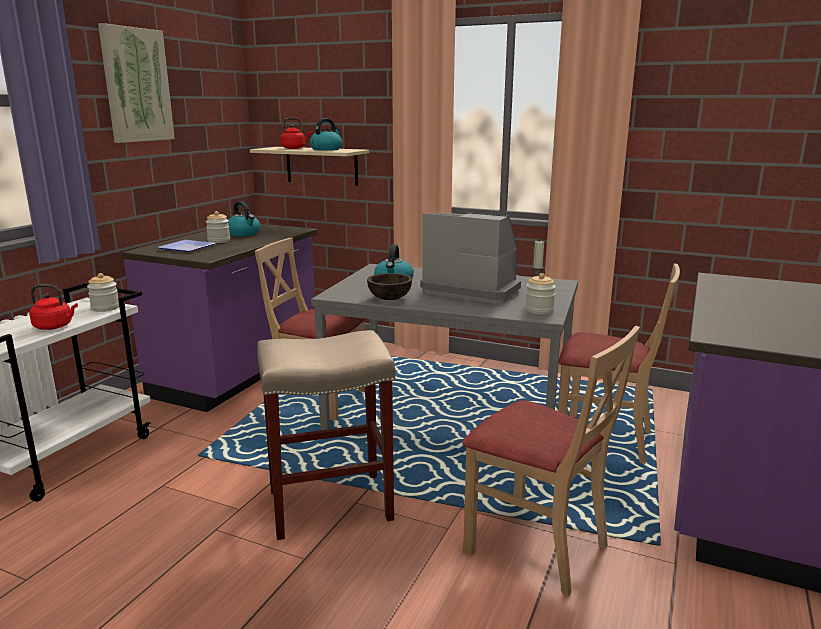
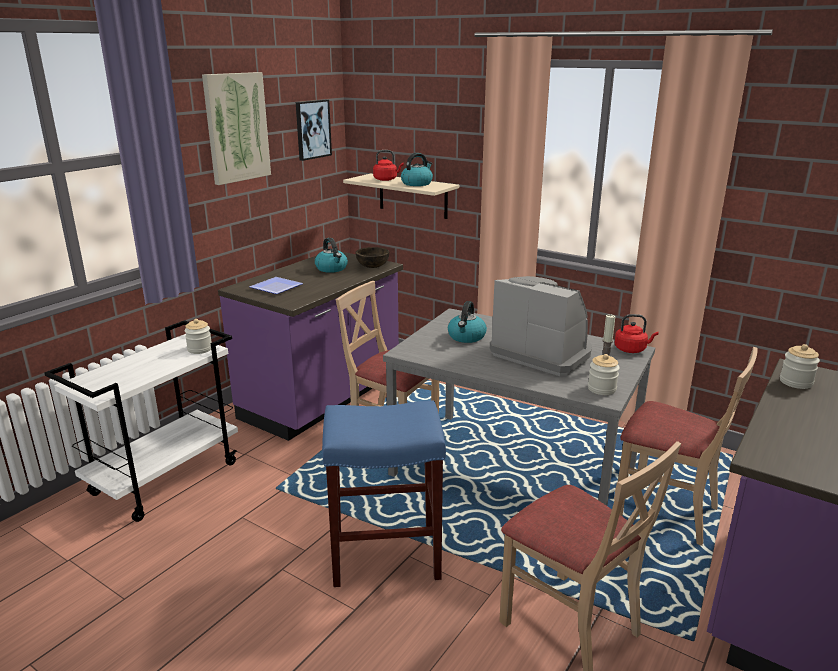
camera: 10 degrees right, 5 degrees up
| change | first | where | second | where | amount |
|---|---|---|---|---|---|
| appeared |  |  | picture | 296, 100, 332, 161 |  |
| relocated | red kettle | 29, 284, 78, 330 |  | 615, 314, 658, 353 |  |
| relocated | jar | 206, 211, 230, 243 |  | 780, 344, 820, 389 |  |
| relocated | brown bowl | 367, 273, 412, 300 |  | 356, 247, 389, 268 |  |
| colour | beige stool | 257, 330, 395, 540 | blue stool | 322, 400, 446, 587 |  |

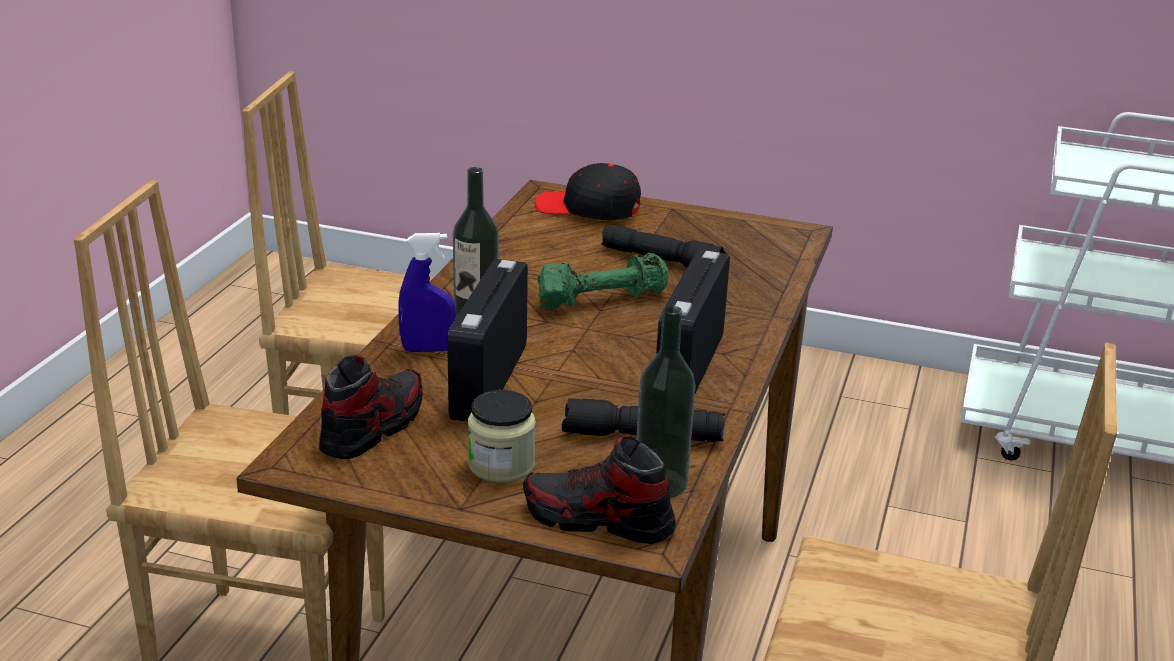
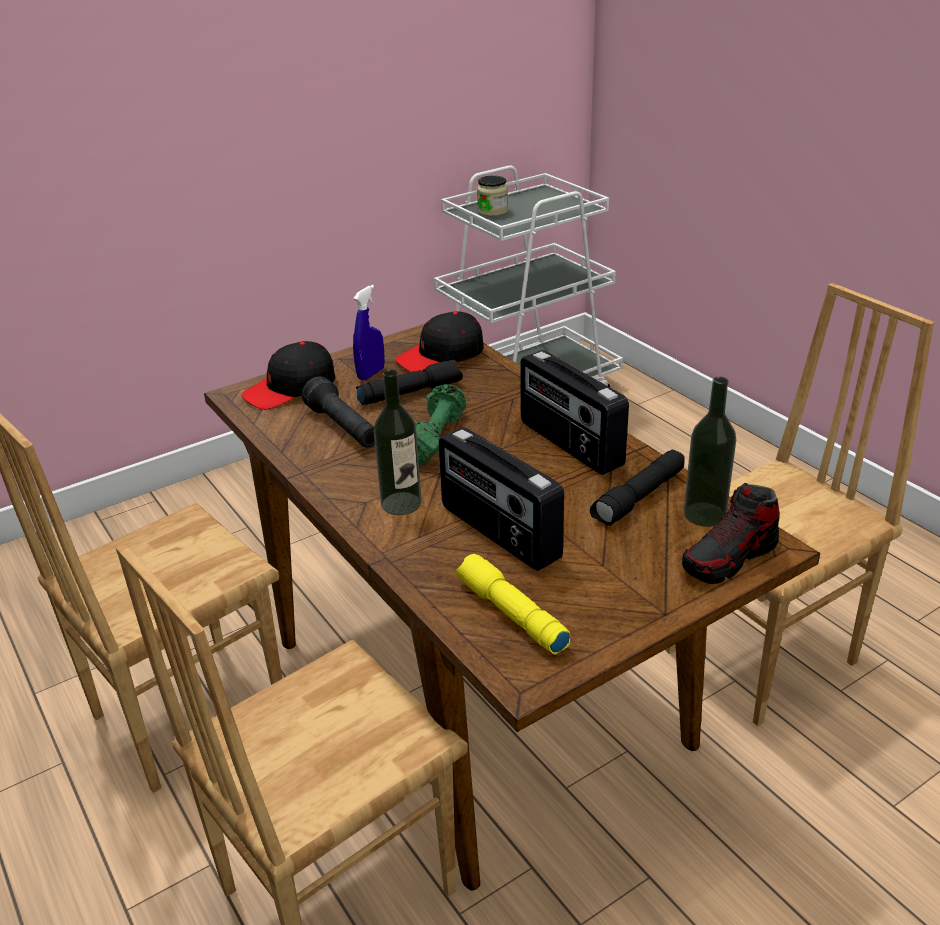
camera: 50 degrees left, 5 degrees up
| change | first | where | second | where | amount |
|---|---|---|---|---|---|
| appeared |  |  | black flashlight | 302, 376, 375, 448 |  |
| appeared |  |  | black cap | 395, 311, 484, 372 |  |
| relocated | blue spray bottle | 398, 233, 456, 352 |  | 353, 285, 385, 380 |  |
| relocated | jar | 468, 390, 536, 483 |  | 477, 176, 508, 216 |  |
| exchanged | shoe | 319, 354, 423, 459 | yellow flashlight | 455, 554, 570, 655 |  |

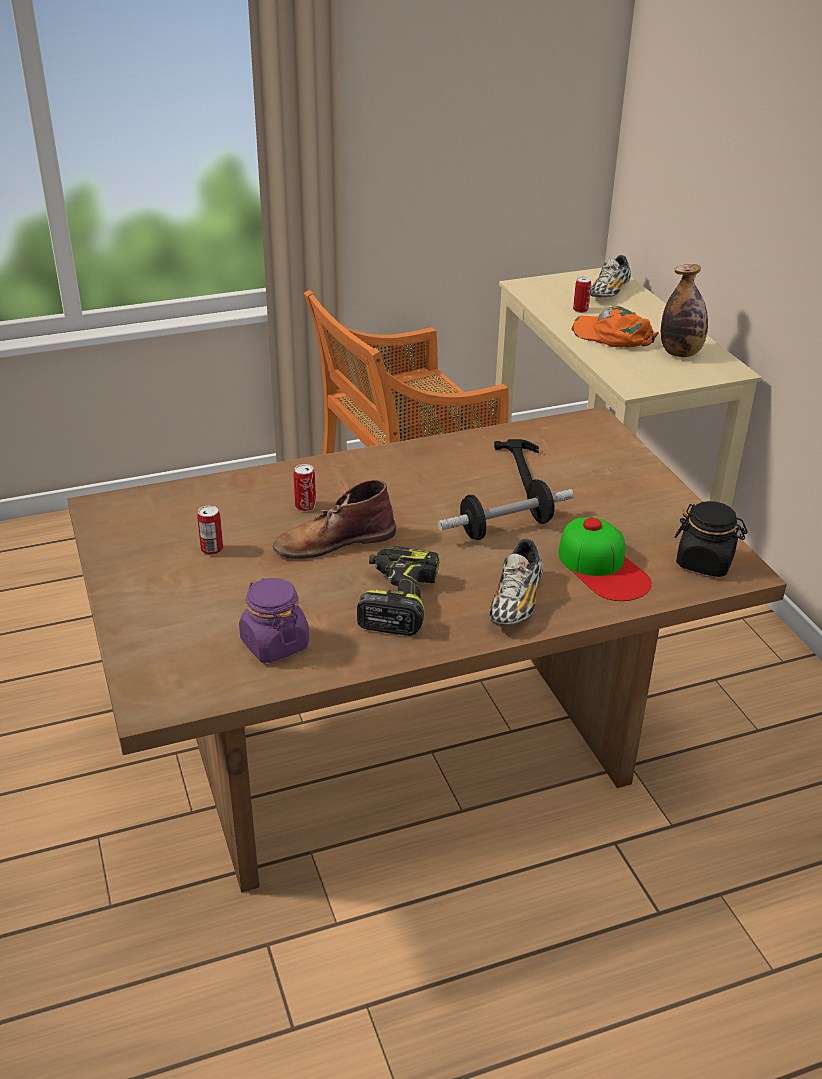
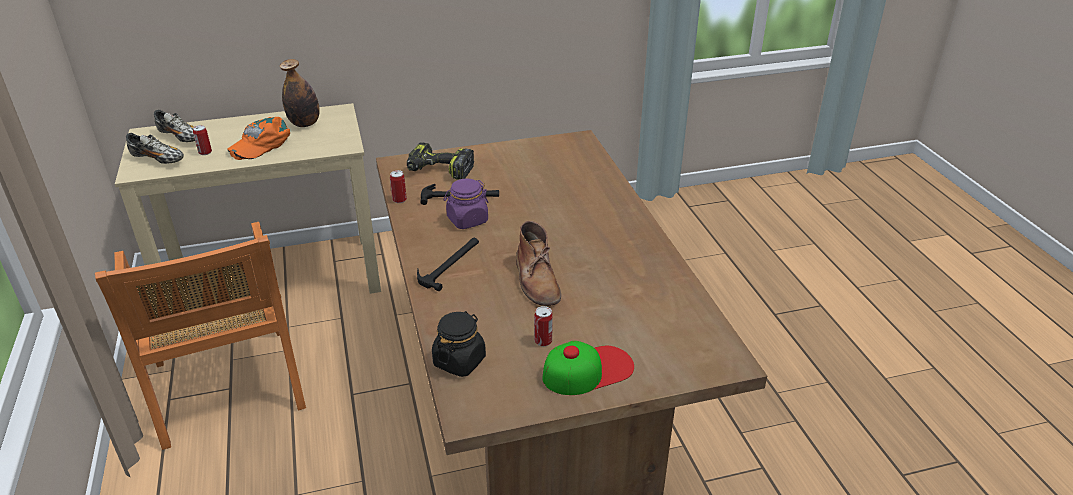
camera: 85 degrees left, 0 degrees up
| change | first | where | second | where | amount |
|---|---|---|---|---|---|
| missing | dumbbell | 438, 479, 574, 540 |  |  |  |
| appeared |  |  | hammer | 417, 238, 479, 291 |  |
| relocated | purple jar | 239, 578, 309, 663 |  | 443, 179, 489, 229 |  |
| relocated | can | 294, 464, 316, 512 |  | 390, 170, 407, 203 |  |
| relocated | power drill | 357, 546, 439, 636 |  | 407, 142, 474, 180 |  |
| relocated | shoe | 489, 539, 543, 626 |  | 126, 133, 184, 164 |  |
| relocated | cap | 558, 517, 652, 601 |  | 543, 341, 634, 395 |  |
| relocated | black jar | 675, 501, 748, 577 |  | 432, 311, 486, 377 |  |

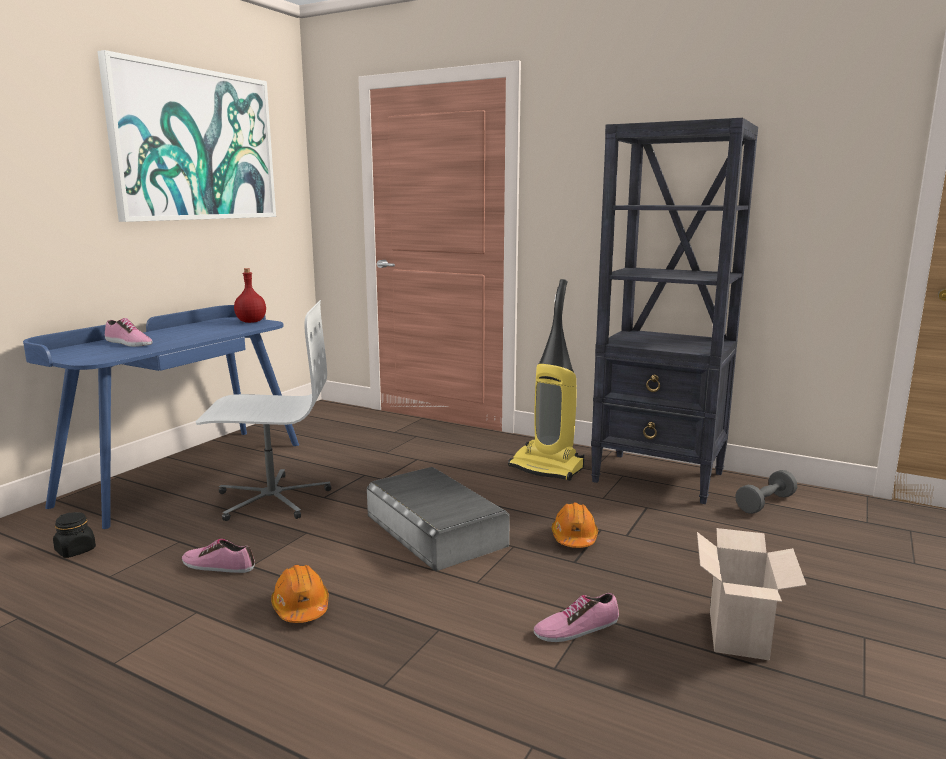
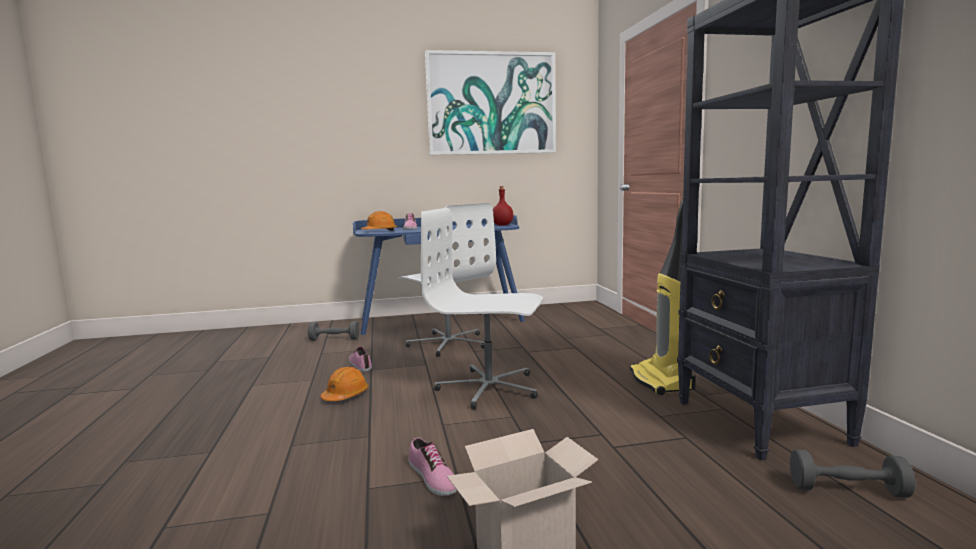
camera: 50 degrees right, 5 degrees down
| change | first | where | second | where | amount |
|---|---|---|---|---|---|
| relocated | orange hard hat | 552, 502, 598, 548 |  | 361, 211, 397, 231 |  |
| exchanged | black jar | 53, 512, 96, 558 | grey dumbbell | 308, 321, 359, 341 |  |
| exchanged | grey storage box | 367, 467, 510, 571 | white office chair | 421, 208, 543, 409 |  |
| spun | shoe | 534, 593, 619, 642 |  | 408, 438, 457, 496 | 150 degrees counterclockwise |

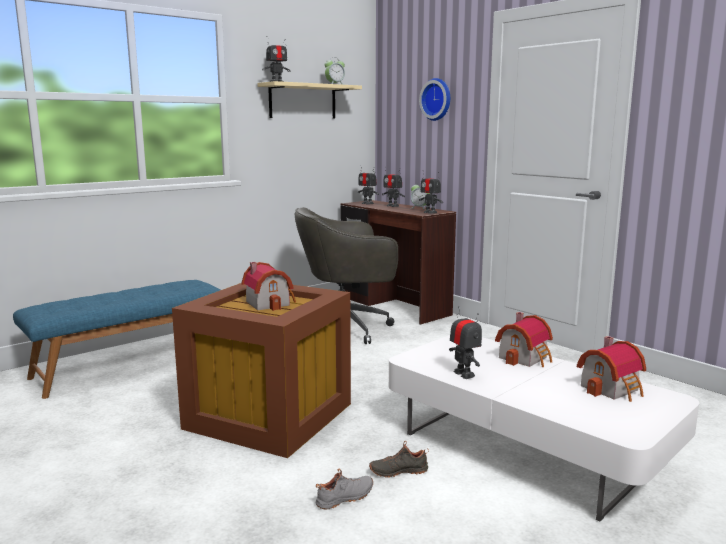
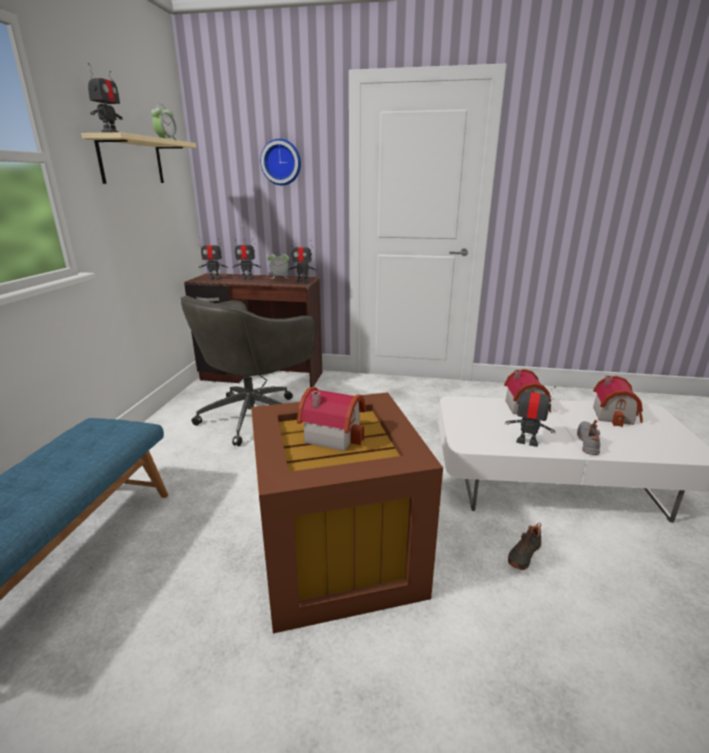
camera: 40 degrees left, 10 degrees up
| change | first | where | second | where | amount |
|---|---|---|---|---|---|
| relocated | grey shoe | 316, 469, 373, 509 |  | 577, 420, 600, 455 |  |

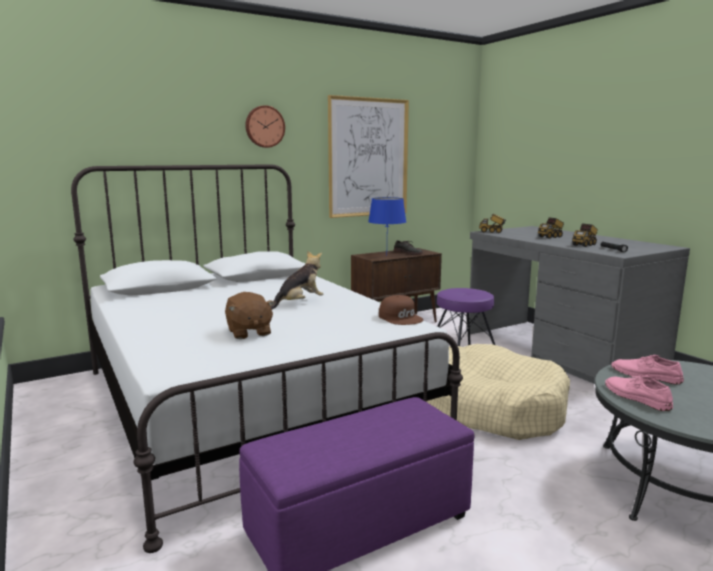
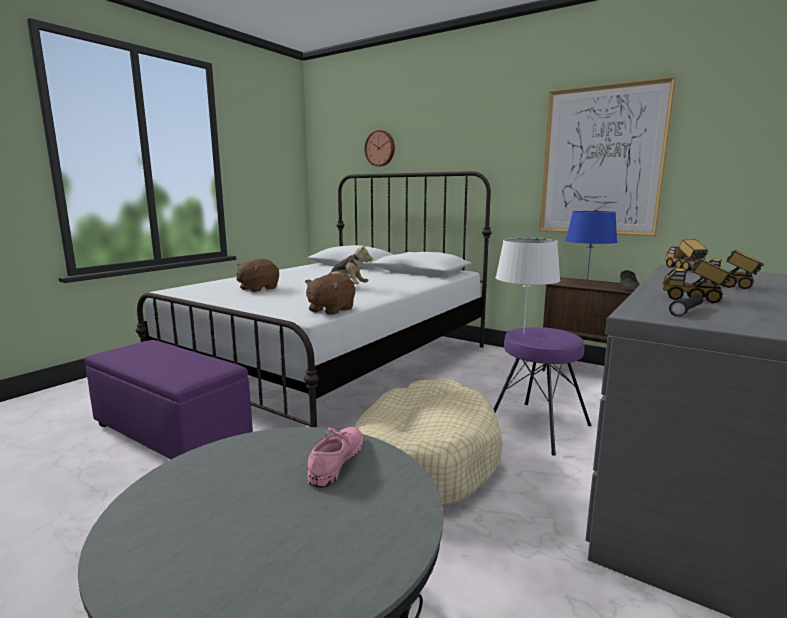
camera: 65 degrees right, 0 degrees up
| change | first | where | second | where | amount |
|---|---|---|---|---|---|
| missing | pink shoe | 605, 375, 673, 411 |  |  |  |
| appeared |  |  | white table lamp | 496, 238, 561, 334 |  |
| relocated | wall clock | 245, 105, 285, 148 |  | 364, 130, 395, 167 |  |
| exchanged | brown cap | 379, 295, 423, 325 | brown plush toy | 305, 273, 355, 315 |  |

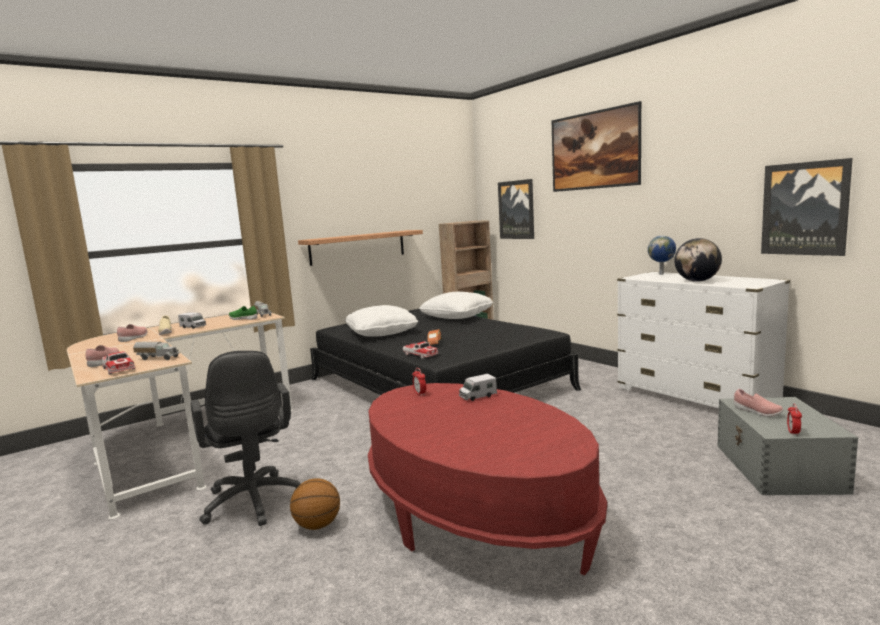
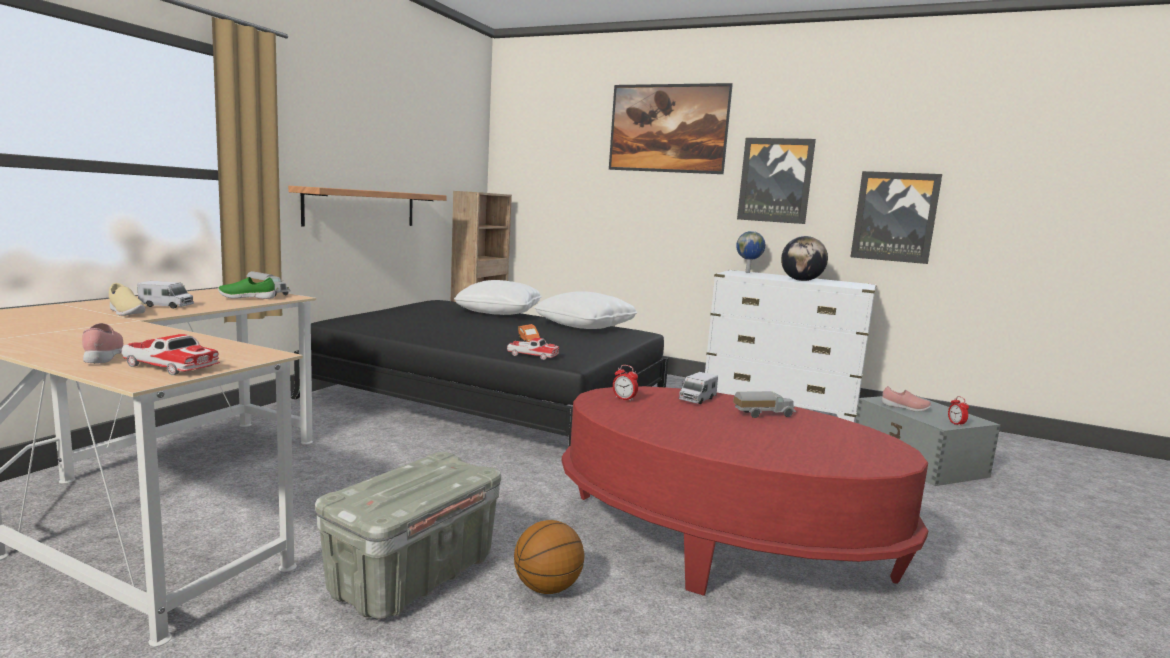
camera: 30 degrees left, 0 degrees up
| change | first | where | second | where | amount |
|---|---|---|---|---|---|
| missing | pink shoe | 117, 324, 147, 342 |  |  |  |
| relocated | toy truck | 133, 342, 180, 360 |  | 733, 391, 796, 418 |  |
| relocated | white pillow | 345, 305, 418, 337 |  | 534, 291, 637, 329 |  |
| relocated | picture | 498, 179, 534, 239 |  | 737, 138, 816, 224 |  |
| exchanged | black office chair | 191, 351, 300, 526 | grey storage box | 315, 452, 501, 619 |  |

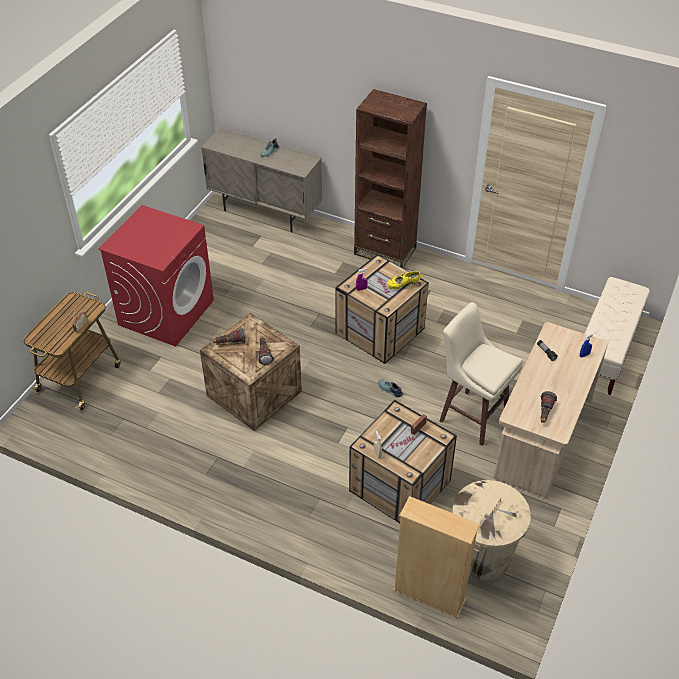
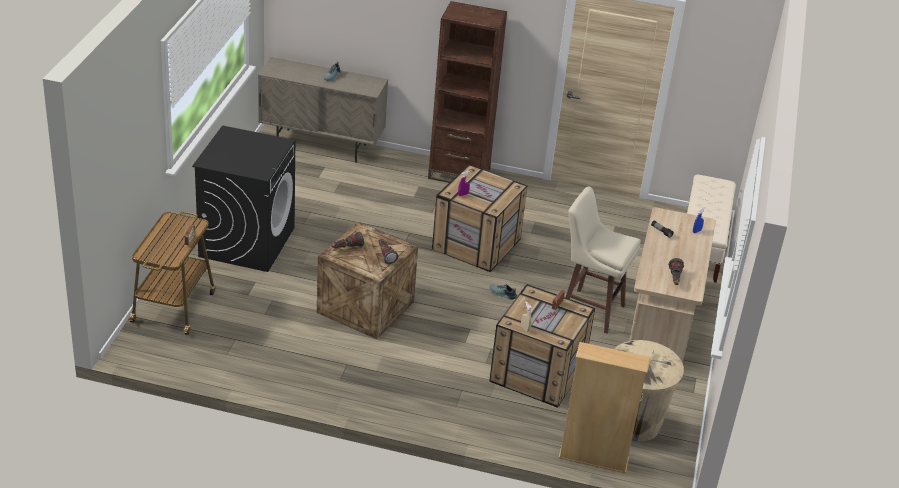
camera: 15 degrees left, 10 degrees down
| change | first | where | second | where | amount |
|---|---|---|---|---|---|
| missing | yellow shoe | 387, 271, 421, 289 |  |  |  |
| colour | red washing machine | 98, 205, 214, 347 | black washing machine | 192, 125, 295, 272 |  |

